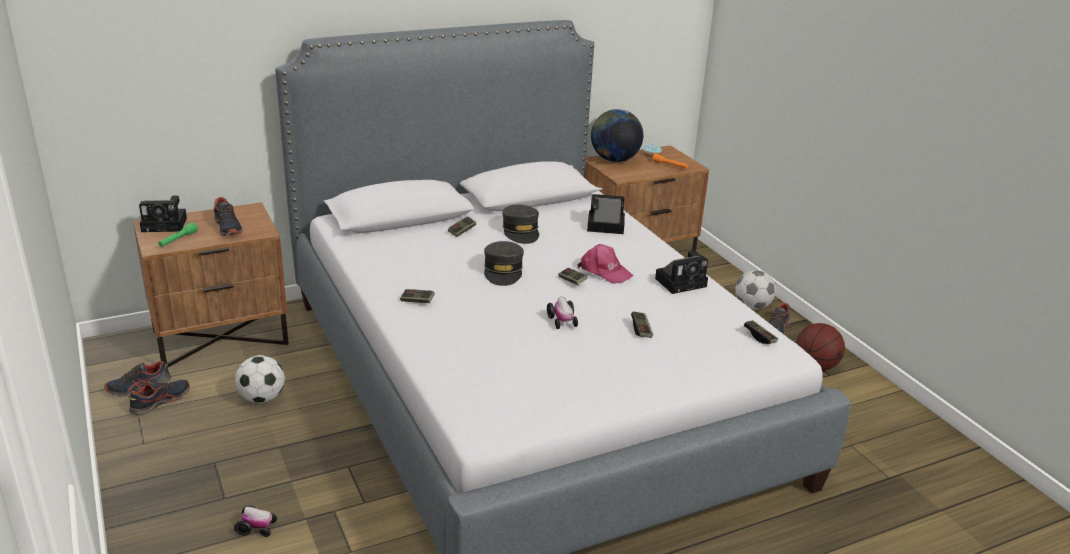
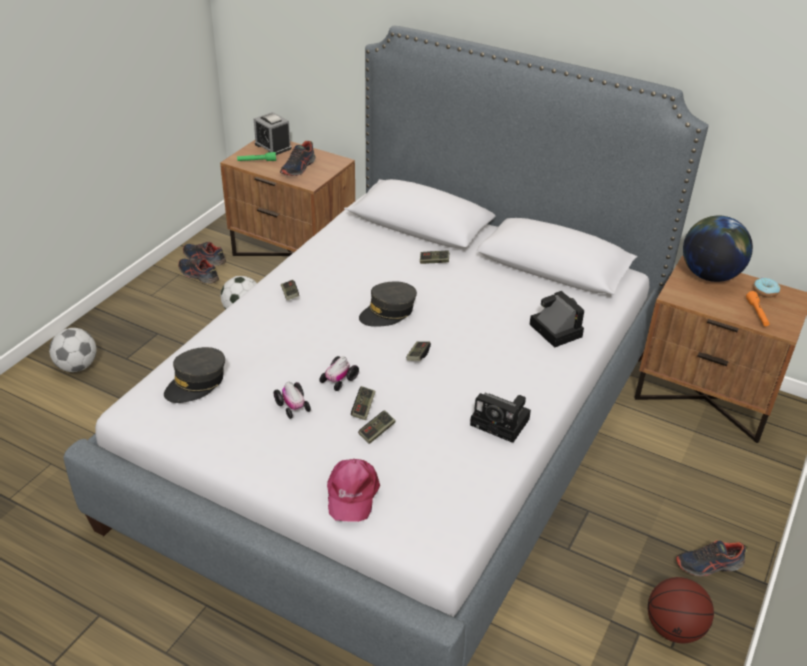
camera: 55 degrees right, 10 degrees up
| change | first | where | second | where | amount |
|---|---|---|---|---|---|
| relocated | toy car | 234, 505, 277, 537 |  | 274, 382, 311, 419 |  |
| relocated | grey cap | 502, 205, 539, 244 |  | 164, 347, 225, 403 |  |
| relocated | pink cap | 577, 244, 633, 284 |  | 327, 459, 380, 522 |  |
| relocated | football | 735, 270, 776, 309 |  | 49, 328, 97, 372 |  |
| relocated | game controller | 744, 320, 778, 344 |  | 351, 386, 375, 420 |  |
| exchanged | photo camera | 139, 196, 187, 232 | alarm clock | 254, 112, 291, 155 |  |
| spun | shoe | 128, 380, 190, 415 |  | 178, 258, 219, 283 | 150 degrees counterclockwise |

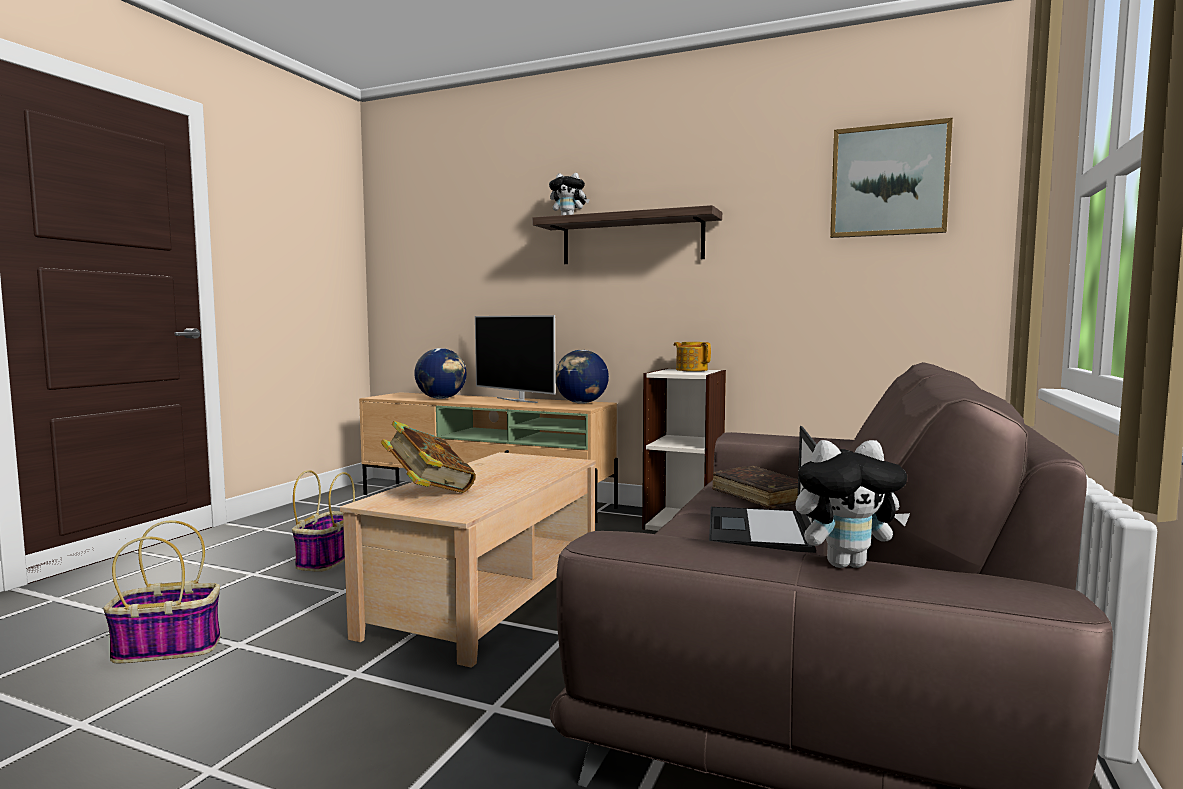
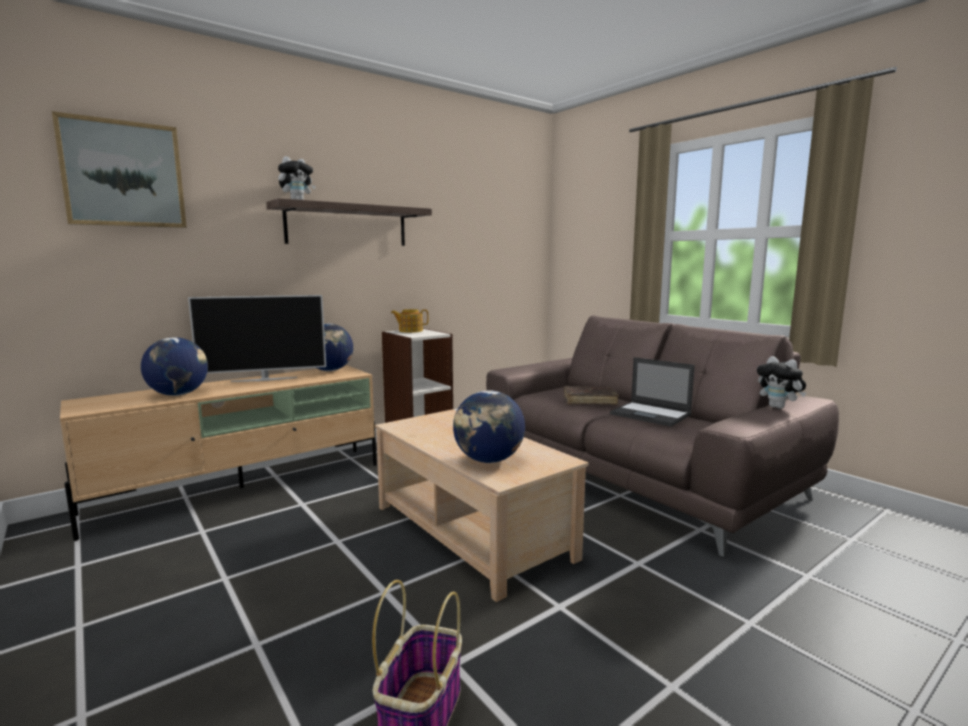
camera: 60 degrees left, 5 degrees up
| change | first | where | second | where | amount |
|---|---|---|---|---|---|
| missing | basket | 292, 470, 355, 572 |  |  |  |
| relocated | picture | 830, 118, 953, 238 |  | 52, 111, 187, 228 |  |
| exchanged | book | 381, 421, 476, 493 | globe | 453, 390, 525, 463 |  |
| spun | plush toy | 795, 440, 910, 568 |  | 757, 356, 806, 409 | 120 degrees clockwise |

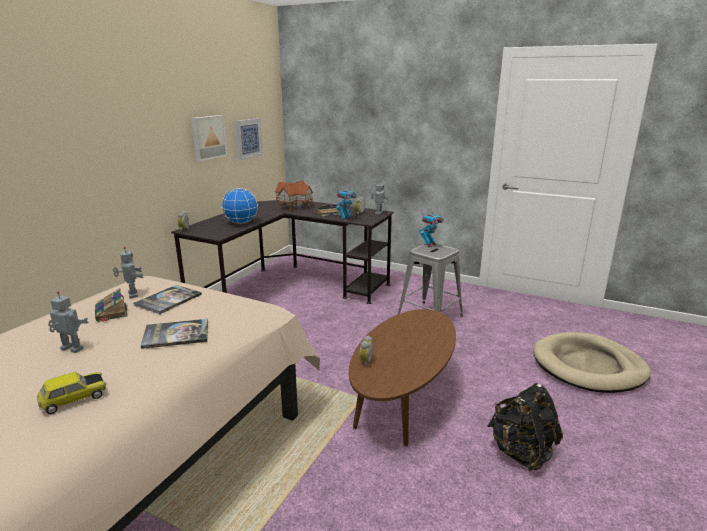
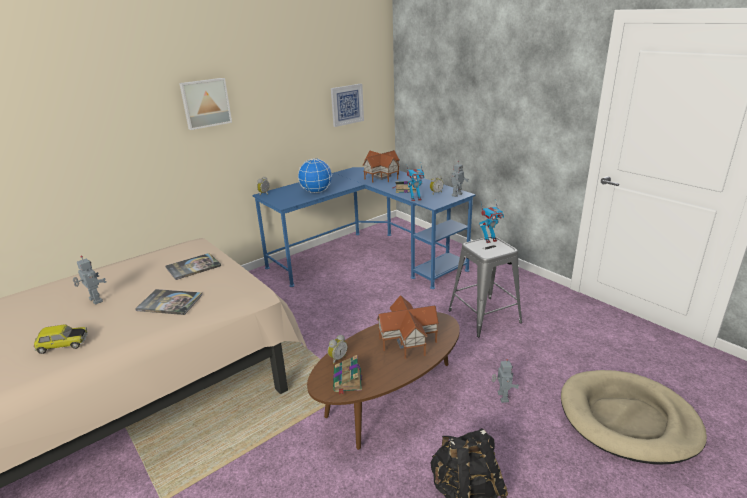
camera: 25 degrees right, 5 degrees up
| change | first | where | second | where | amount |
|---|---|---|---|---|---|
| appeared |  |  | toy house | 377, 295, 439, 359 |  |
| relocated | book | 95, 288, 127, 322 |  | 333, 355, 362, 395 |  |
| relocated | toy robot | 113, 247, 144, 298 |  | 492, 359, 519, 403 |  |
| relocated | picture | 191, 115, 227, 161 |  | 179, 78, 232, 130 |  |
| colour | black desk | 171, 200, 394, 304 | blue desk | 252, 167, 476, 289 |  |

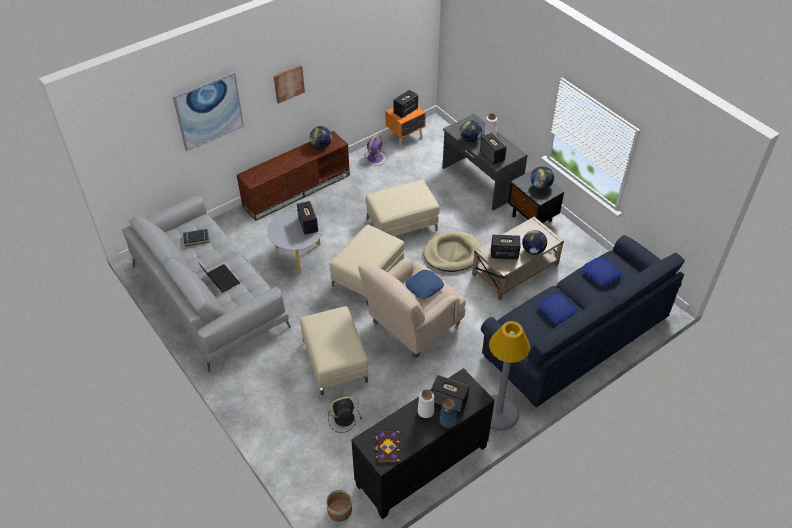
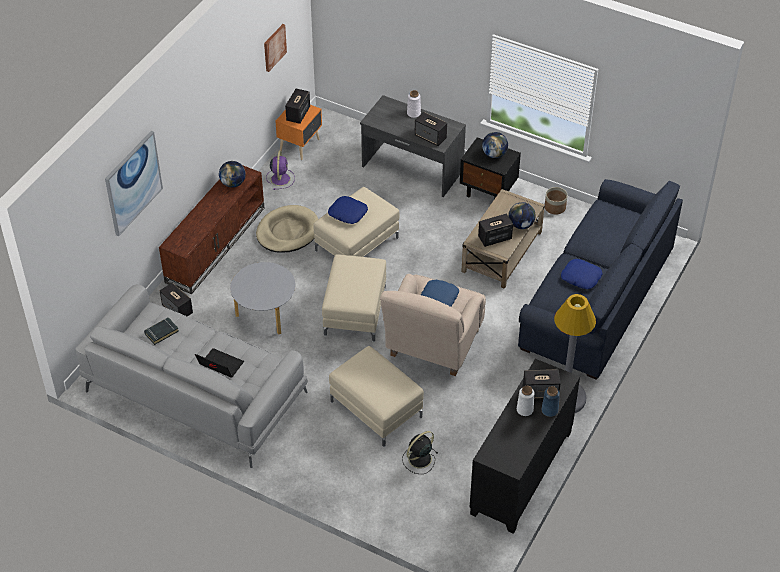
camera: 25 degrees left, 0 degrees up
| change | first | where | second | where | amount |
|---|---|---|---|---|---|
| missing | book | 375, 431, 400, 463 |  |  |  |
| missing | globe | 460, 120, 482, 143 |  |  |  |
| relocated | picture | 274, 65, 305, 104 |  | 264, 24, 287, 72 |  |
| relocated | speaker | 297, 201, 318, 235 |  | 160, 283, 193, 317 |  |
| relocated | planter | 326, 489, 352, 522 |  | 545, 187, 567, 214 |  |
| relocated | beige dog bed | 423, 231, 481, 272 |  | 256, 205, 318, 253 |  |
| relocated | blue pillow | 582, 257, 621, 286 |  | 328, 196, 368, 224 |  |

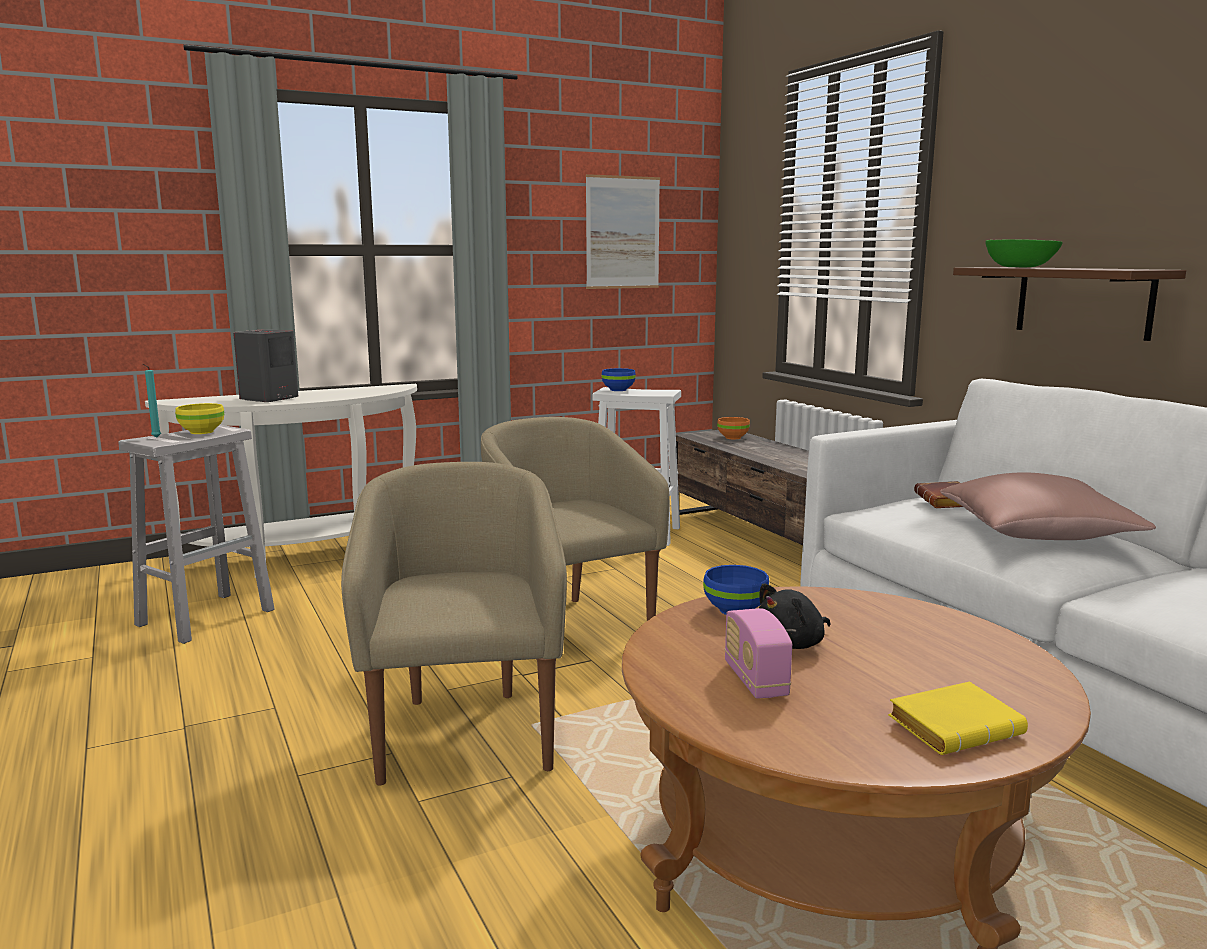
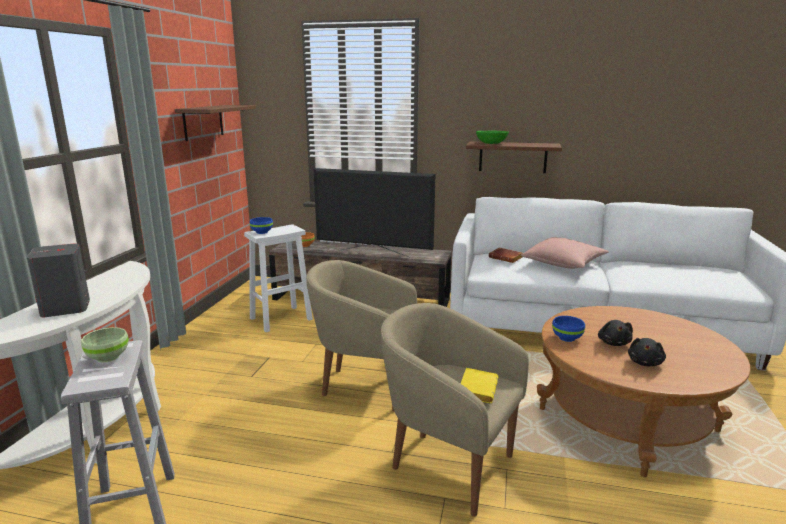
camera: 50 degrees left, 5 degrees up
| change | first | where | second | where | amount |
|---|---|---|---|---|---|
| missing | turquoise candle | 143, 364, 161, 438 |  |  |  |
| appeared |  |  | television | 314, 168, 435, 257 |  |
| relocated | yellow book | 888, 681, 1028, 755 |  | 460, 368, 499, 403 |  |
| exchanged | picture | 586, 174, 660, 289 | brown shelf | 175, 105, 256, 141 |  |
| exchanged | radio | 725, 608, 792, 699 | black plush toy | 628, 338, 666, 366 |  |
| colour | yellow bowl | 175, 403, 224, 434 | green bowl | 81, 327, 129, 363 |  |

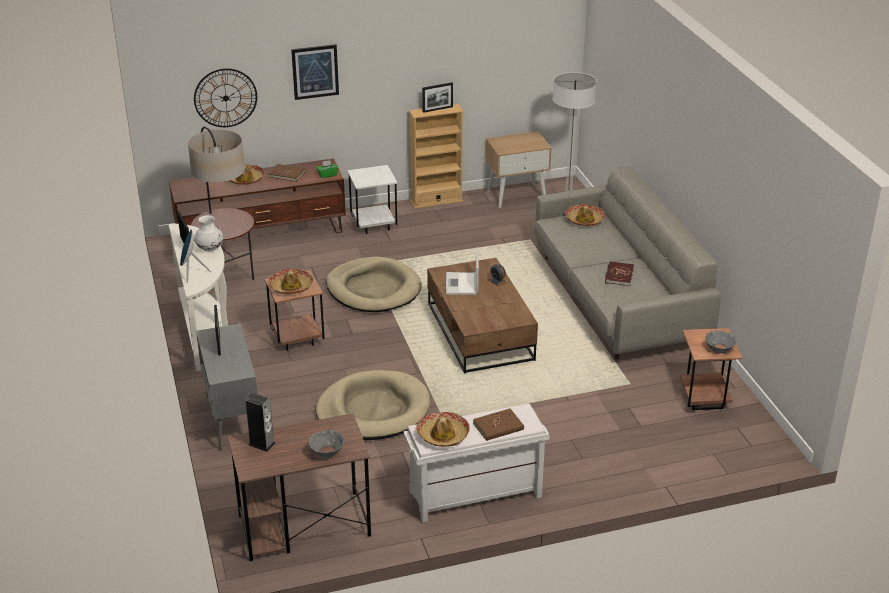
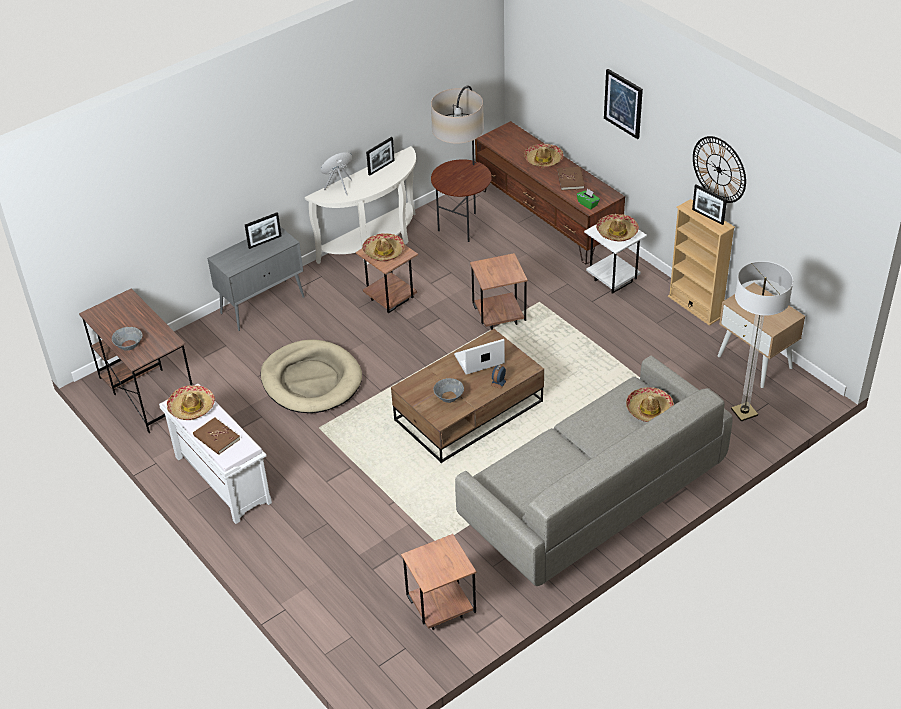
camera: 70 degrees right, 10 degrees up
| change | first | where | second | where | amount |
|---|---|---|---|---|---|
| missing | white vase | 194, 215, 223, 251 |  |  |  |
| missing | speaker | 246, 393, 276, 452 |  |  |  |
| missing | red book | 605, 262, 634, 286 |  |  |  |
| appeared |  |  | hat | 596, 214, 639, 242 |  |
| relocated | wall clock | 194, 68, 257, 127 |  | 693, 136, 746, 203 |  |
| relocated | grey bowl | 705, 331, 737, 354 |  | 433, 378, 464, 403 |  |
| exchanged | beige dog bed | 326, 256, 422, 312 | brown side table | 470, 253, 528, 330 |  |

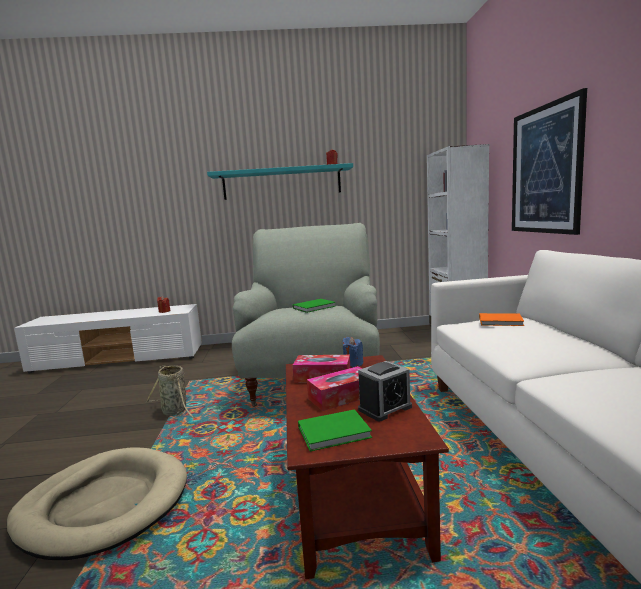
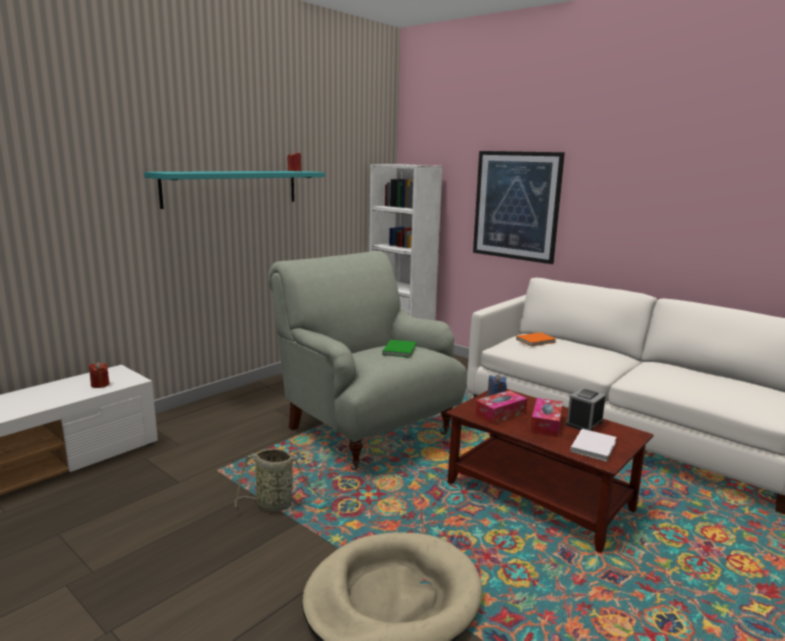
camera: 45 degrees left, 5 degrees up
| change | first | where | second | where | amount |
|---|---|---|---|---|---|
| colour | green book | 298, 409, 372, 452 | white book | 570, 429, 617, 462 |  |
| spun | alarm clock | 358, 361, 412, 421 |  | 566, 388, 606, 431 | 150 degrees counterclockwise |

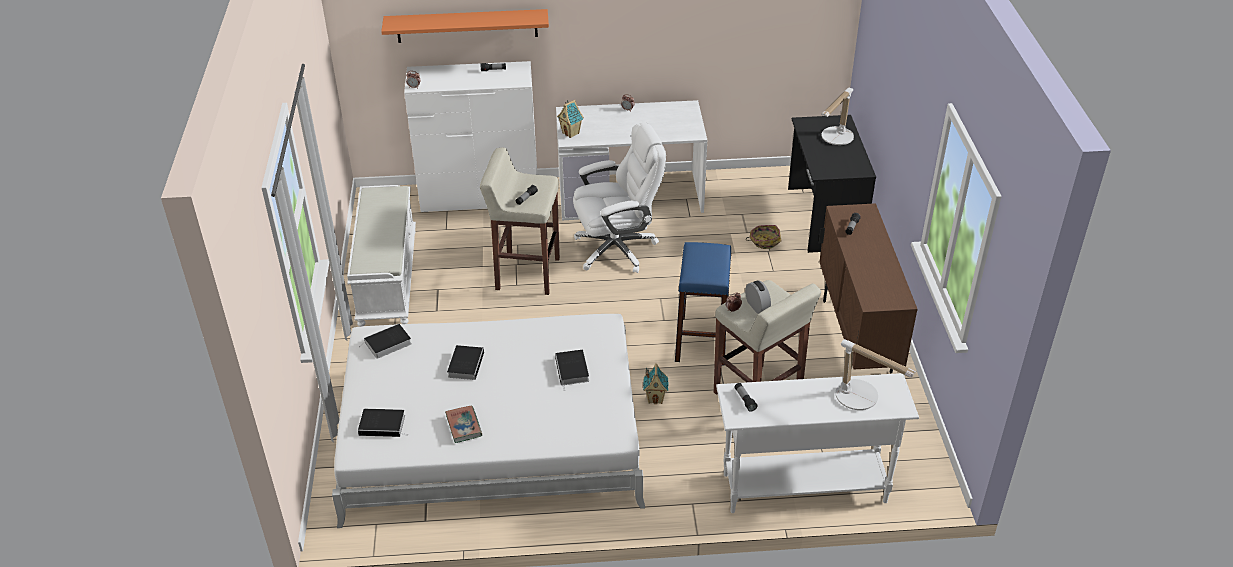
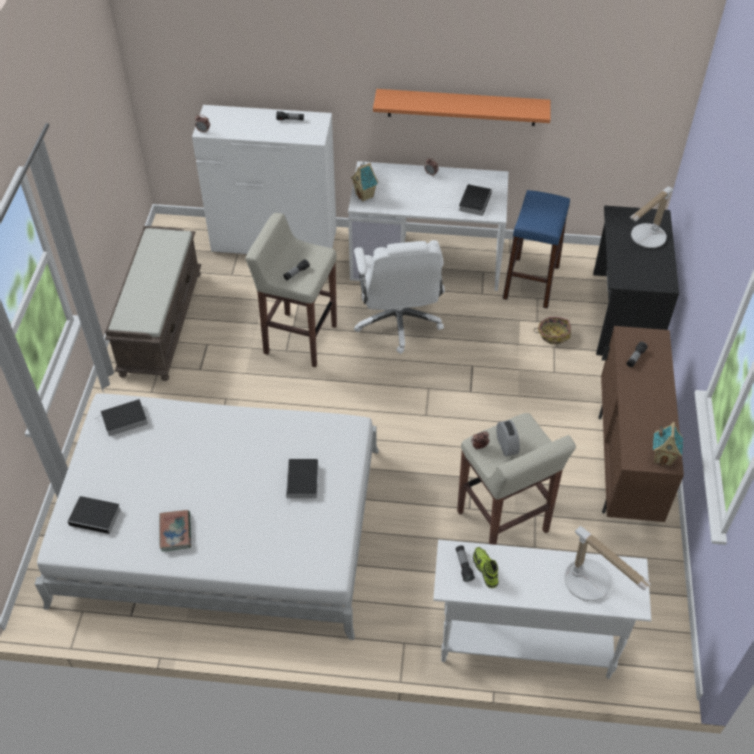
camera: 10 degrees right, 10 degrees up
| change | first | where | second | where | amount |
|---|---|---|---|---|---|
| appeared |  |  | shoe | 473, 547, 498, 588 |  |
| relocated | orange shelf | 381, 9, 549, 43 |  | 373, 89, 550, 126 |  |
| relocated | book | 447, 345, 484, 380 |  | 459, 184, 492, 216 |  |
| relocated | toy house | 643, 363, 668, 404 |  | 653, 422, 683, 466 |  |
| relocated | blue stool | 675, 242, 732, 366 |  | 503, 190, 570, 309 |  |
| colour | white bench | 347, 185, 416, 327 | brown bench | 105, 226, 201, 381 |  |
| spun | white office chair | 573, 123, 666, 273 |  | 354, 240, 445, 354 | 90 degrees clockwise |

